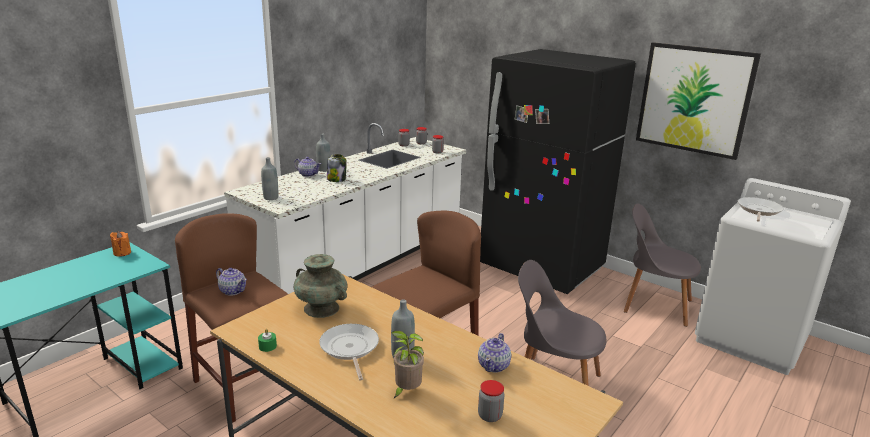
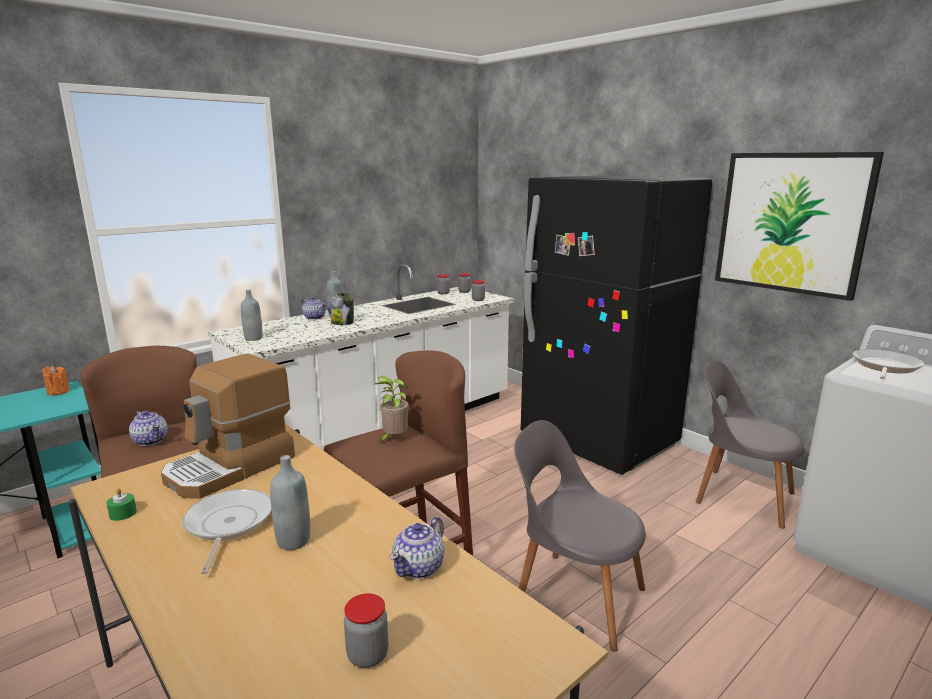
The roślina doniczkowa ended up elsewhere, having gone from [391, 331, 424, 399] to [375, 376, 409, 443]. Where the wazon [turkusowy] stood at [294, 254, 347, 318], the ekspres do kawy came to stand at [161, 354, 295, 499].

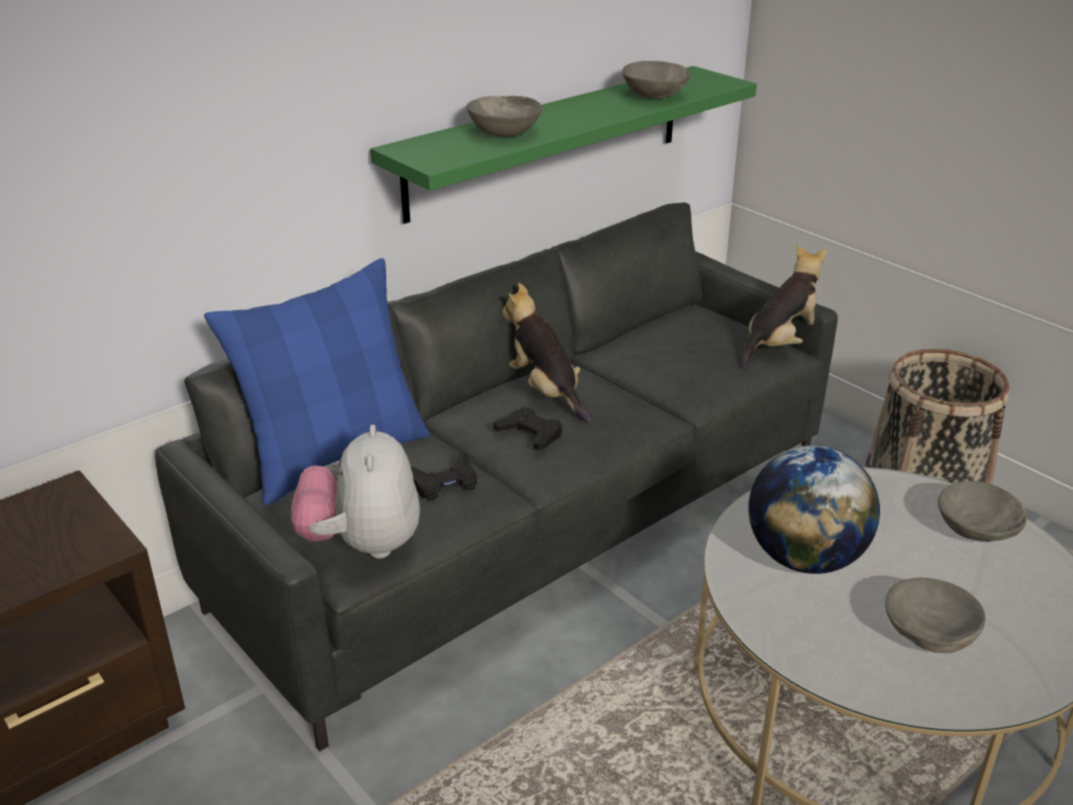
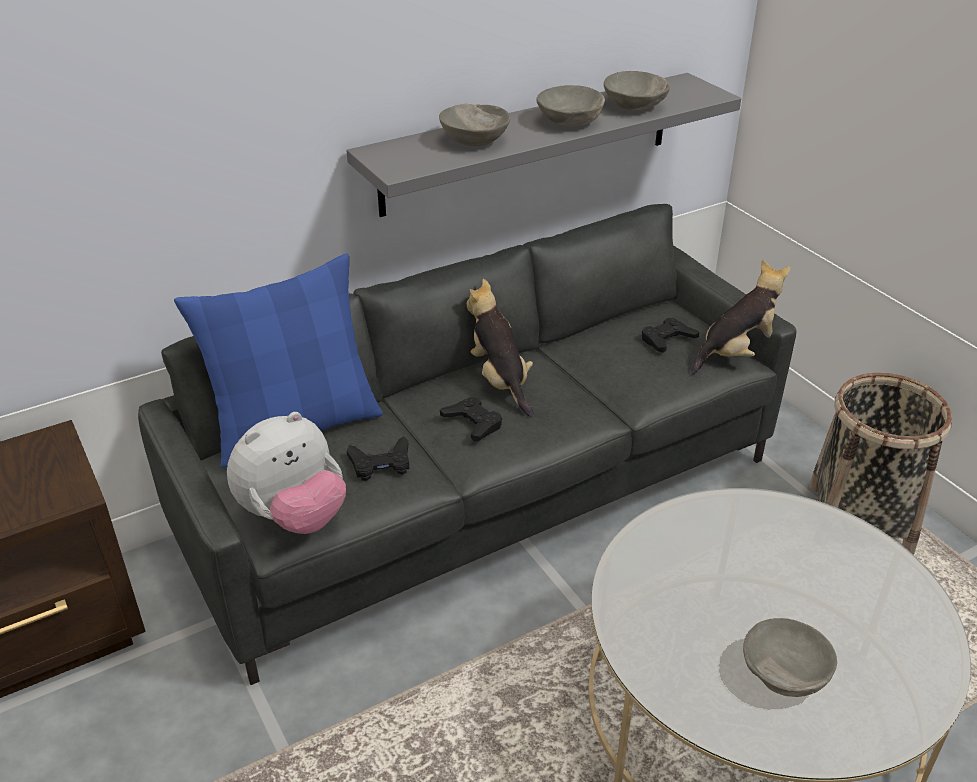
The second view lost the globus at [748, 445, 880, 574]. The second view gained the pad do gier [czarny] at [642, 317, 699, 353]. The miska [szary] ended up elsewhere, having gone from [938, 481, 1027, 542] to [536, 85, 605, 126]. What was the półka [zielony] at [370, 66, 757, 224] turned into the półka [szary] at [346, 73, 741, 217]. The pluszak at [291, 425, 420, 559] ended up facing another way, 135 degrees counterclockwise from before.

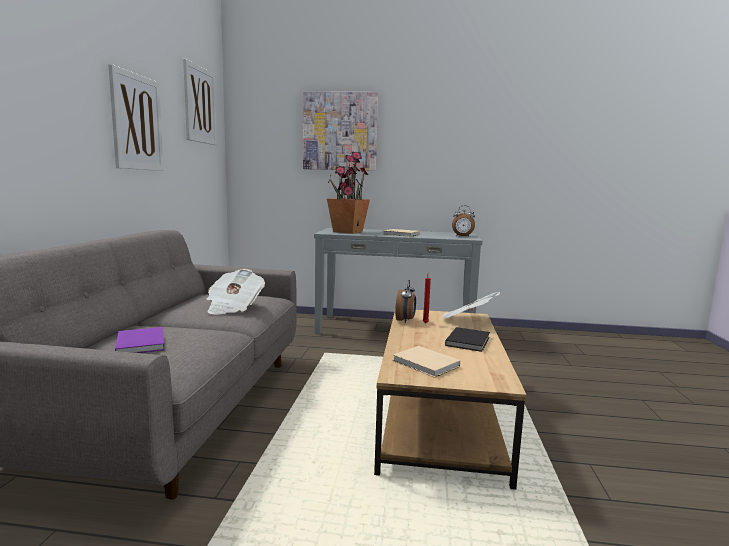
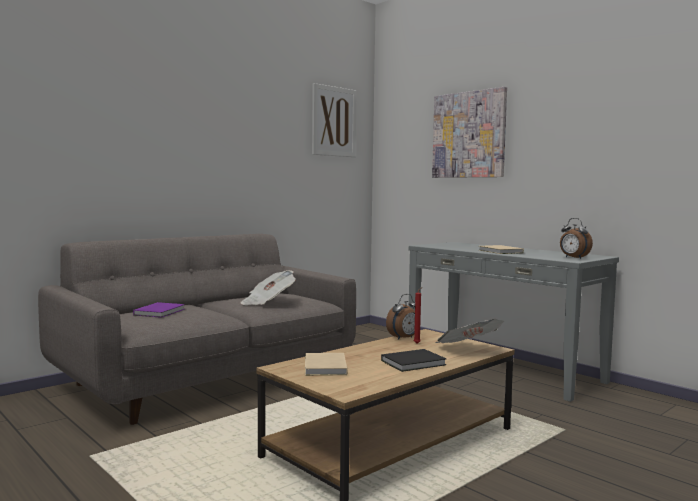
The second view lost the obraz at [108, 64, 164, 171]. The second view lost the roślina doniczkowa at [327, 152, 370, 234].

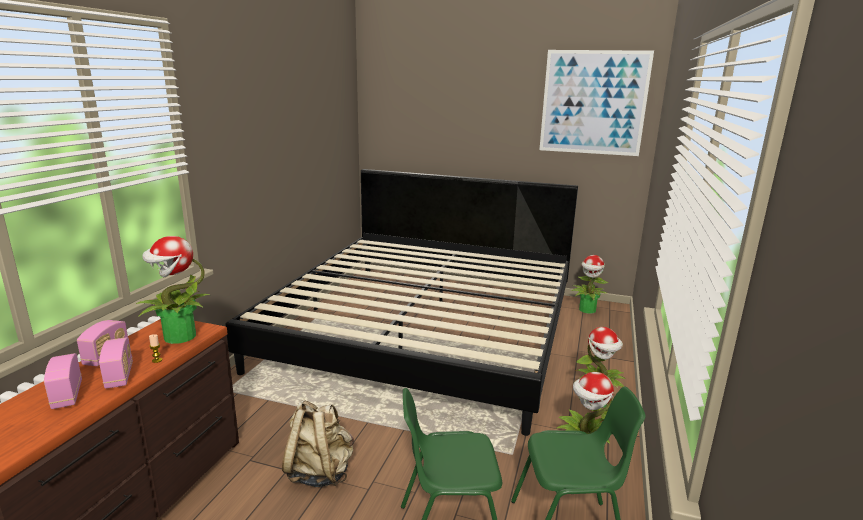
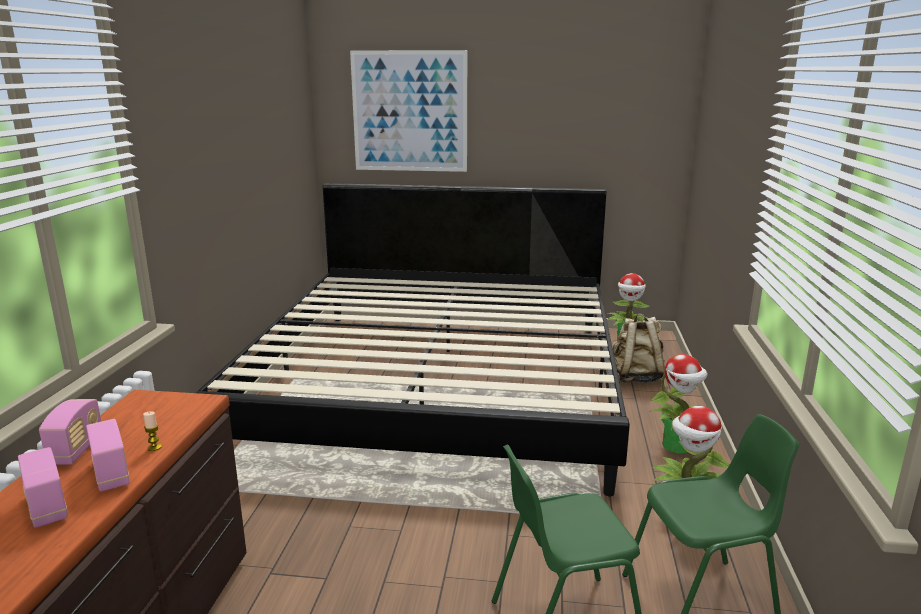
The second view lost the roślina doniczkowa at [136, 236, 210, 344]. The plecak [beżowy] ended up elsewhere, having gone from [282, 400, 354, 487] to [612, 313, 666, 383]. The obraz ended up elsewhere, having gone from [539, 50, 654, 156] to [350, 50, 467, 172].

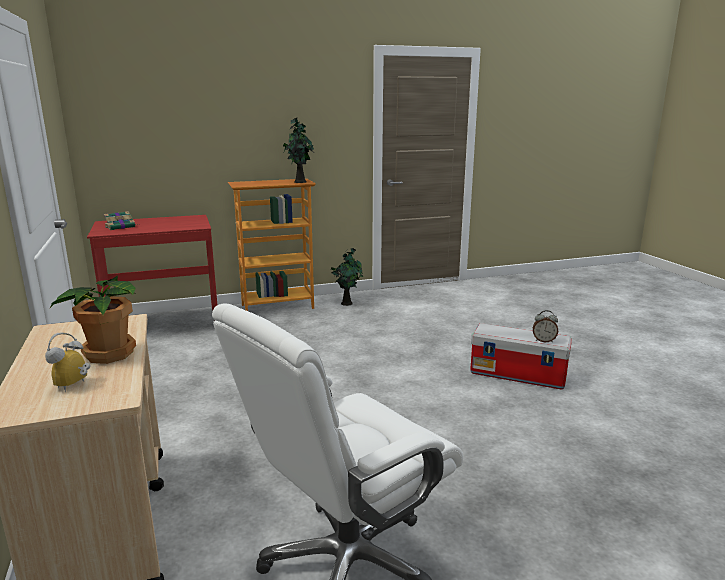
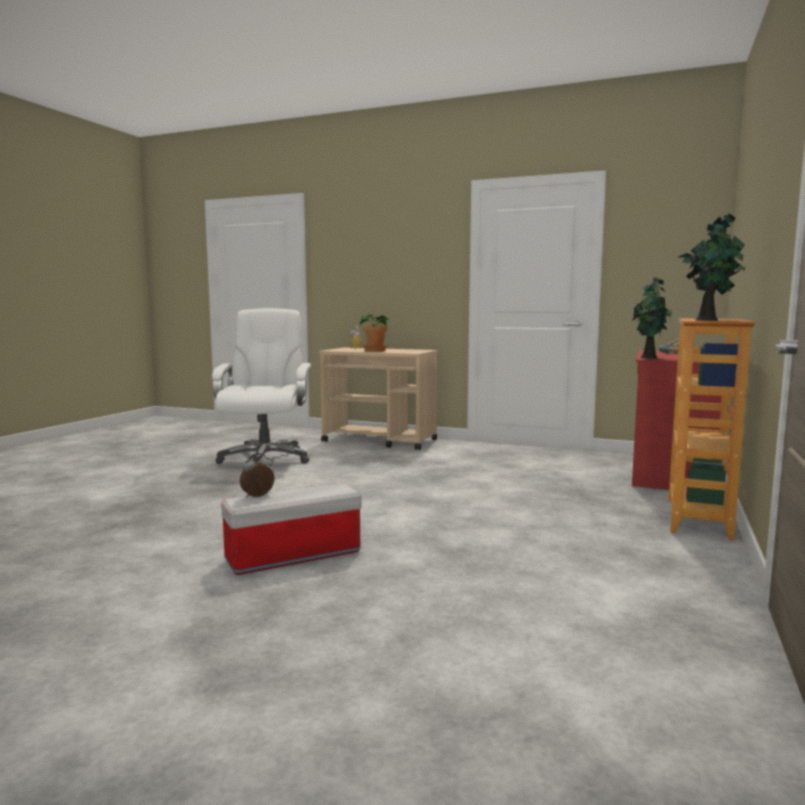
The roślina doniczkowa ended up elsewhere, having gone from [331, 248, 364, 306] to [632, 277, 673, 359].

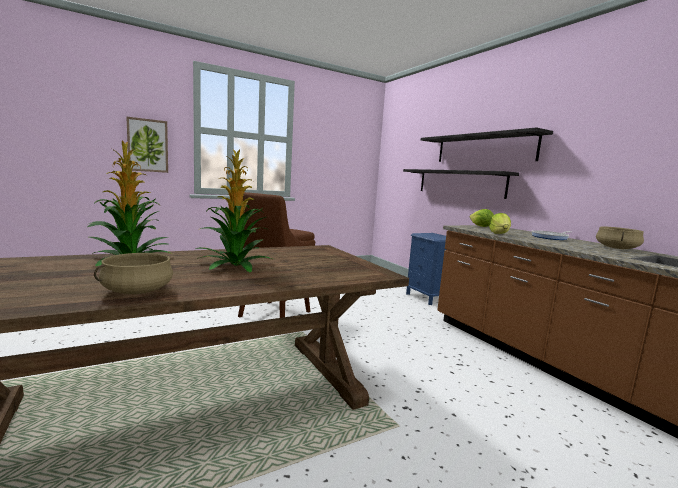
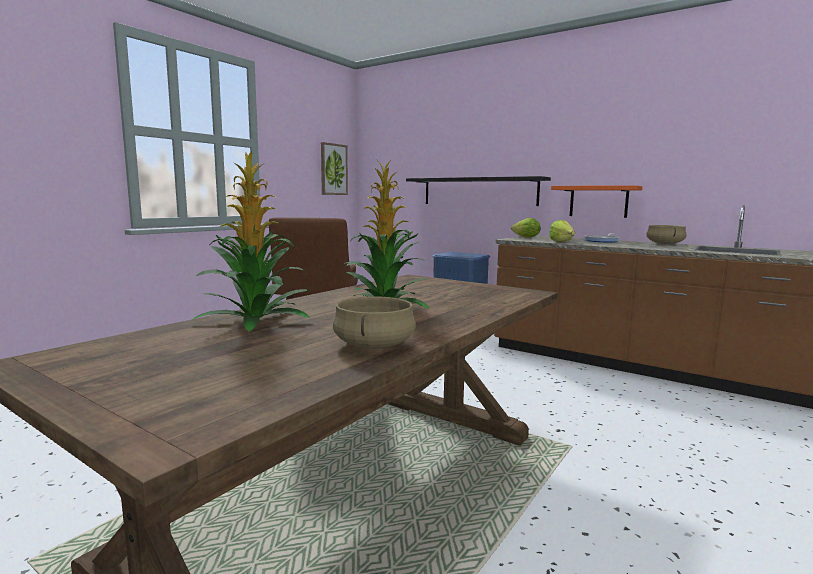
The second view lost the półka [czarny] at [421, 127, 553, 162]. The second view gained the półka [pomarańczowy] at [551, 185, 643, 218]. The obraz ended up elsewhere, having gone from [126, 116, 168, 173] to [321, 142, 348, 195].

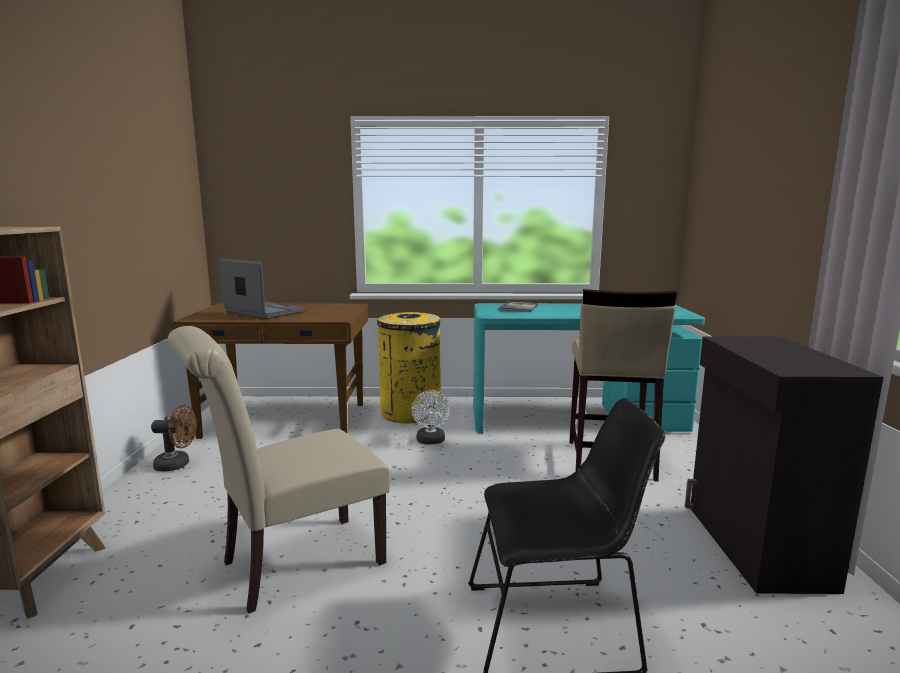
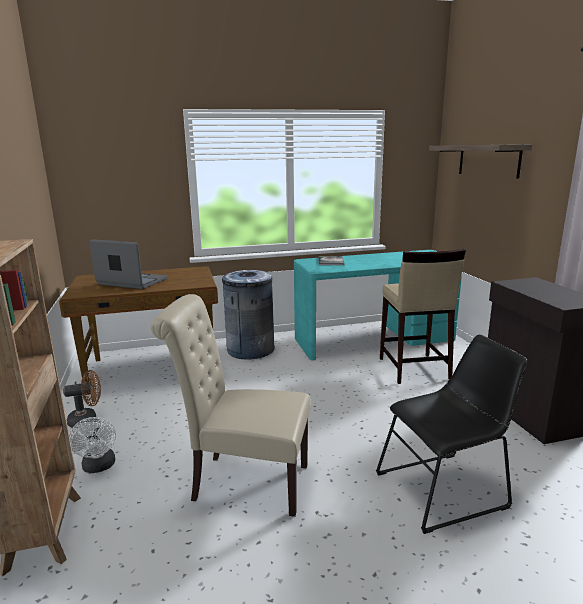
The second view gained the półka at [429, 144, 532, 179]. The wentylator [biały] ended up elsewhere, having gone from [411, 390, 451, 444] to [69, 417, 116, 473]. What was the kosz na śmieci [żółty] at [377, 312, 441, 423] turned into the kosz na śmieci [szary] at [222, 270, 275, 359]. The krzesło [beżowy] at [168, 326, 390, 614] ended up facing another way, 60 degrees clockwise from before.

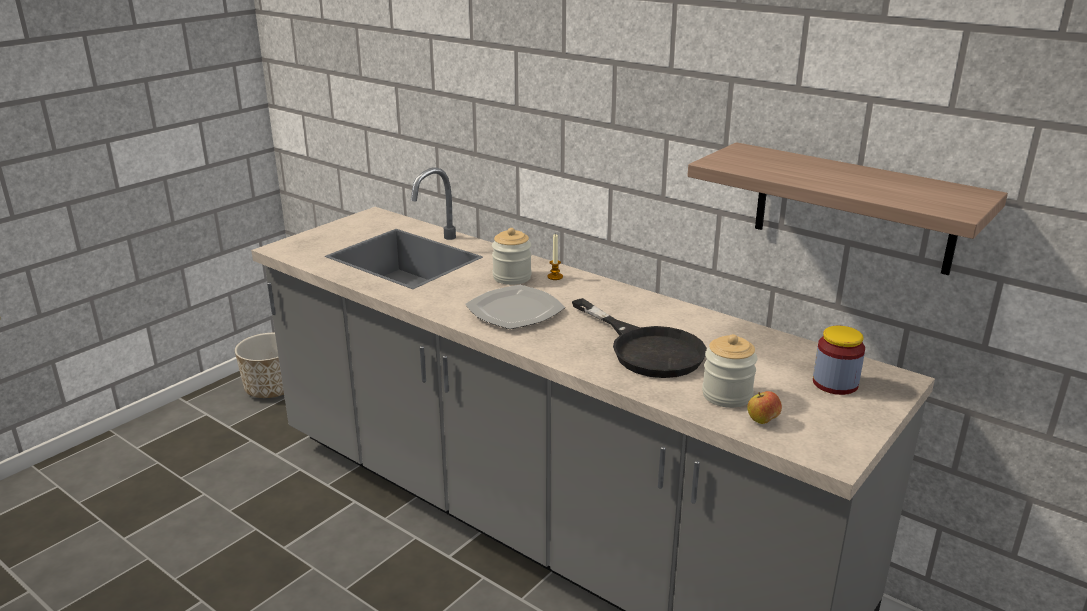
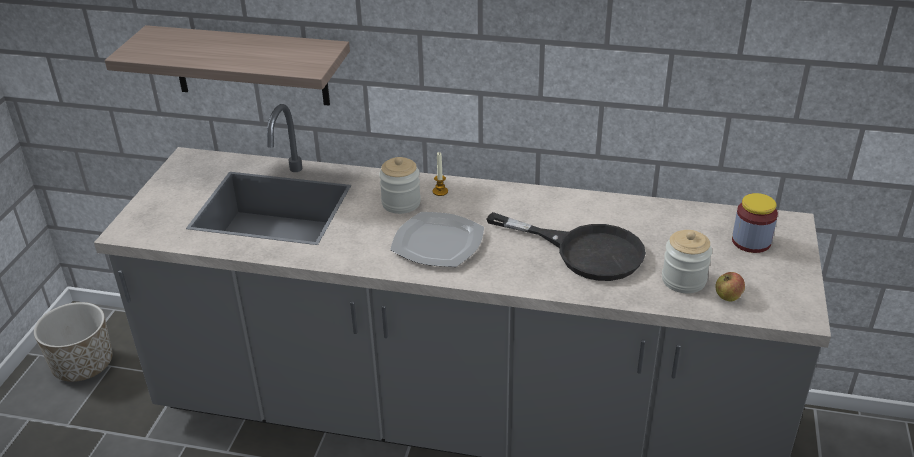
The półka ended up elsewhere, having gone from [687, 142, 1008, 275] to [105, 25, 350, 106].

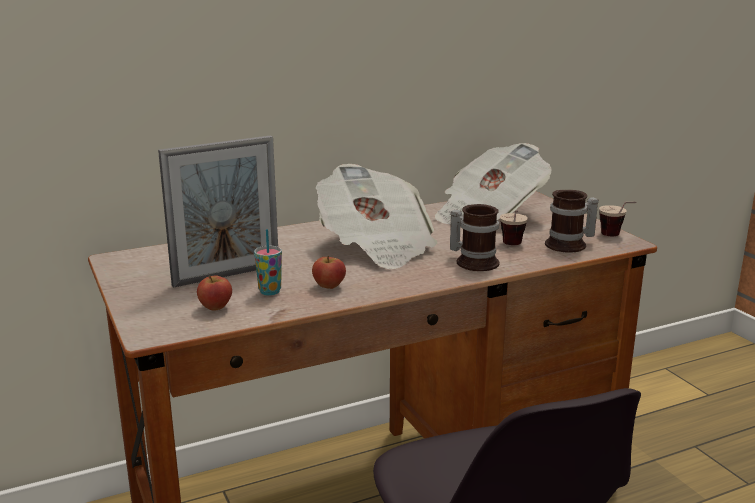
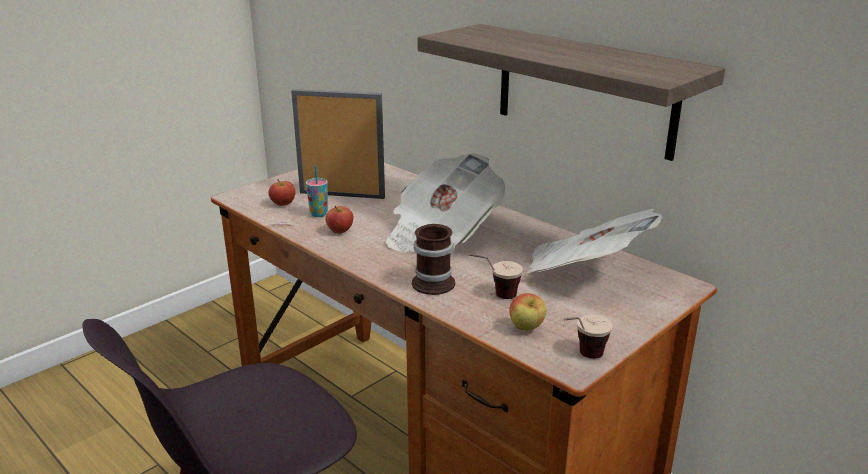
The second view gained the półka at [418, 24, 725, 161]. Where the kubek stood at [545, 190, 599, 253], the jabłko came to stand at [509, 293, 546, 330]. The ramka na zdjęcie at [158, 136, 278, 287] ended up facing another way, 150 degrees clockwise from before.

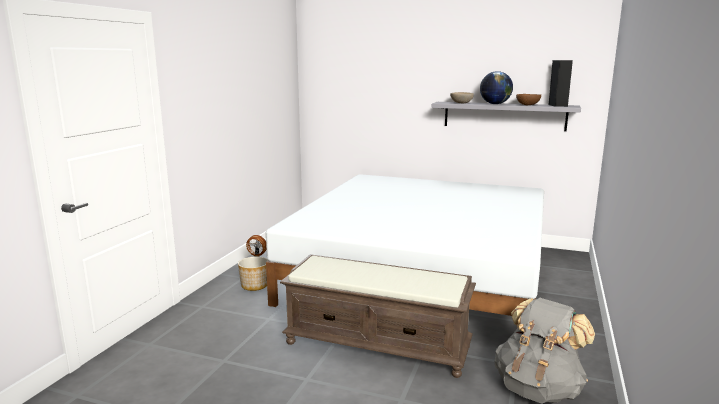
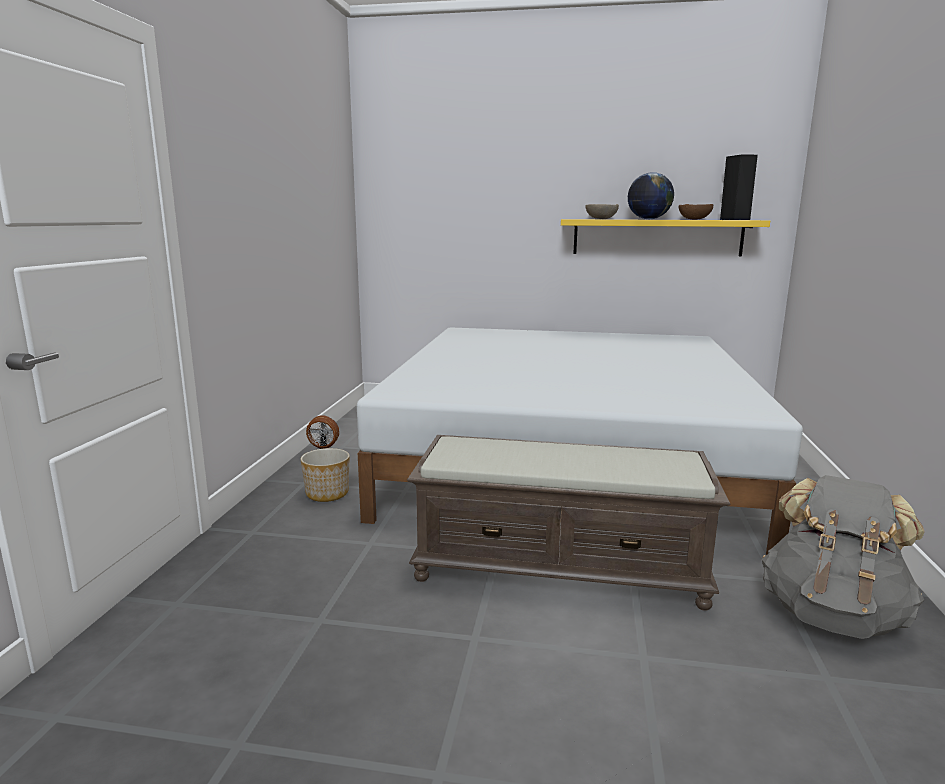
What was the półka [szary] at [432, 102, 581, 131] turned into the półka [żółty] at [561, 219, 770, 256].

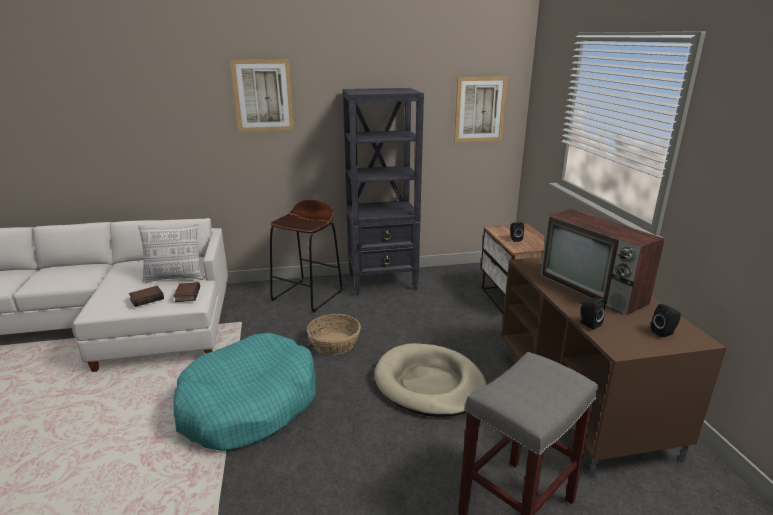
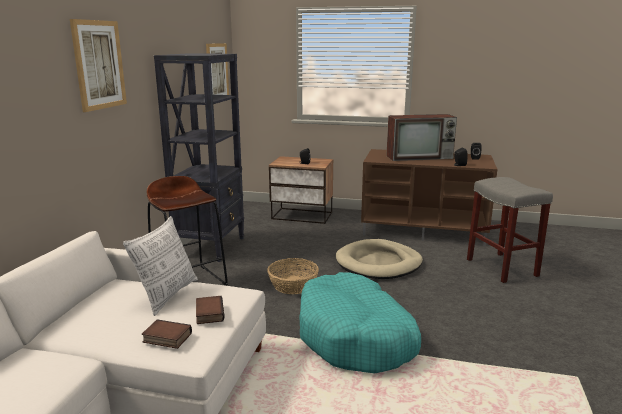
The książka ended up elsewhere, having gone from [174, 282, 200, 302] to [142, 319, 192, 349].

